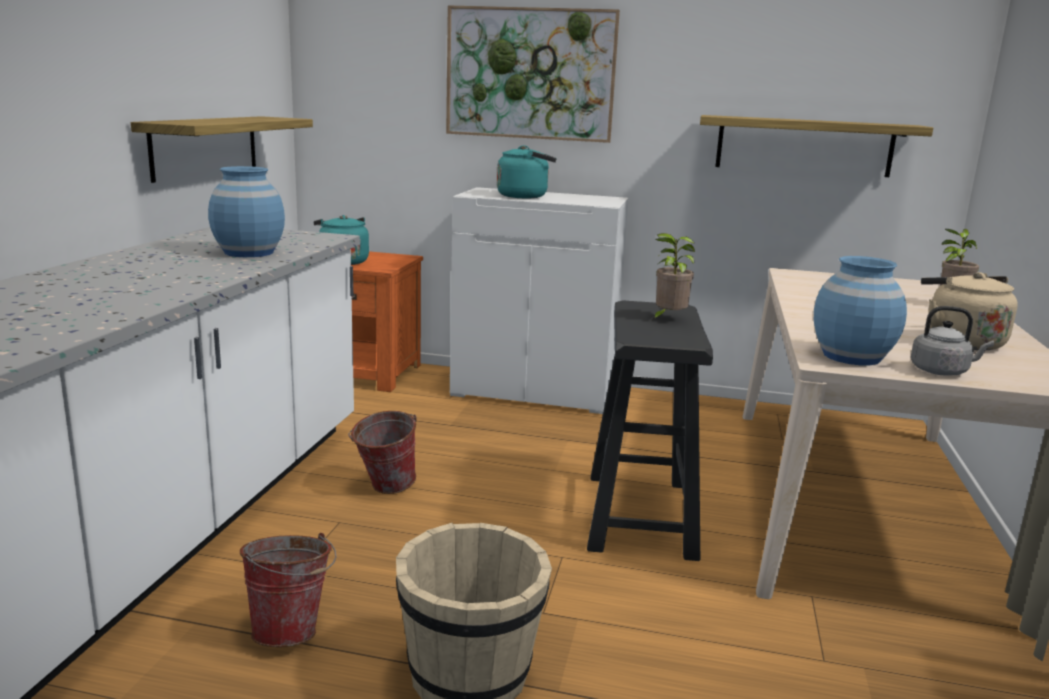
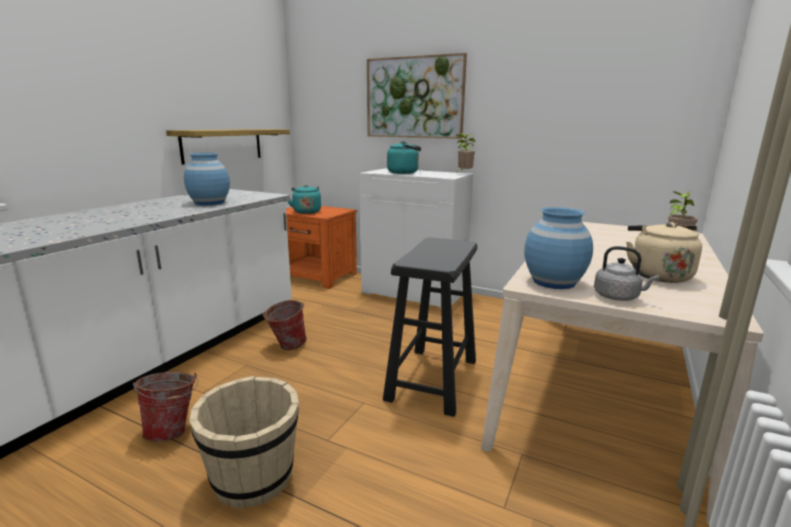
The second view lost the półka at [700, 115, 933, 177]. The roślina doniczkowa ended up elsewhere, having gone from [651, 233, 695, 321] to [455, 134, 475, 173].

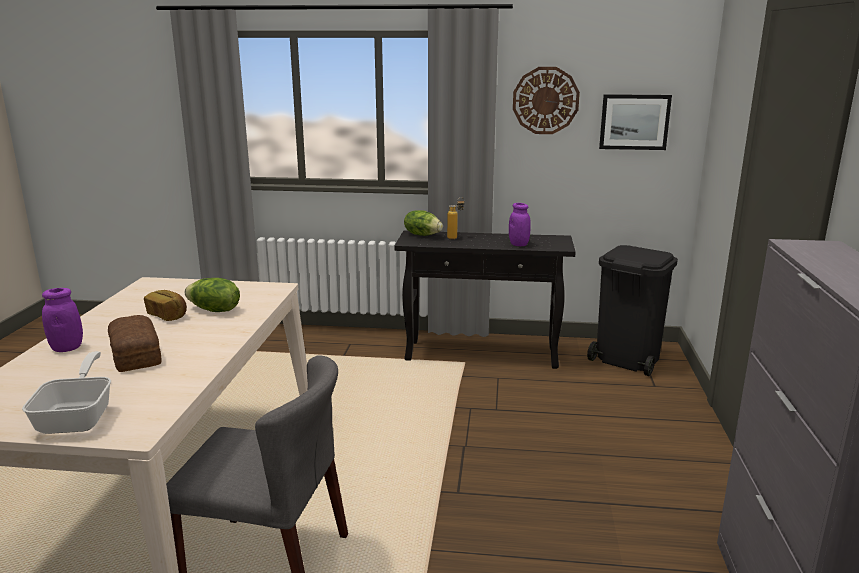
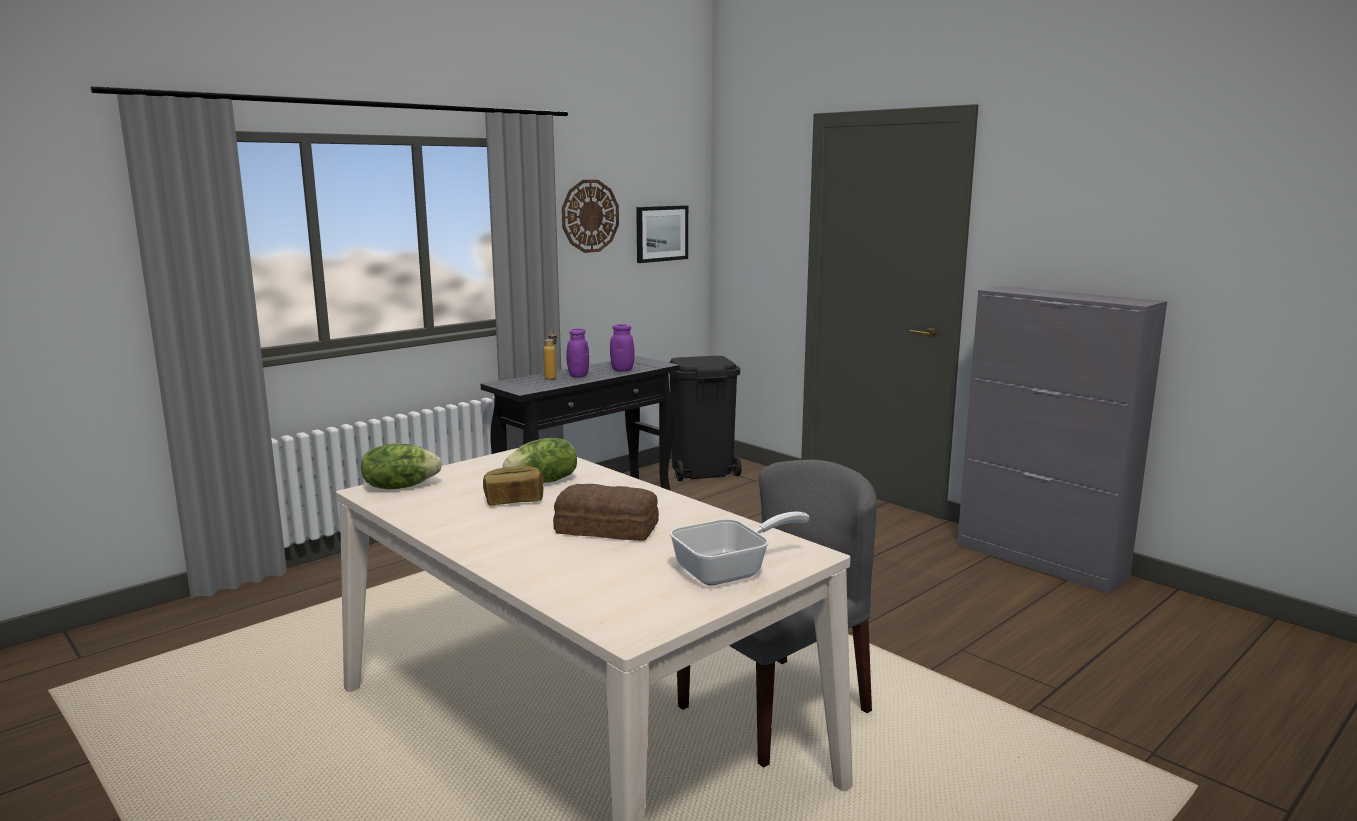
The słoik [fioletowy] ended up elsewhere, having gone from [42, 288, 83, 352] to [567, 329, 589, 378]. The sałata ended up elsewhere, having gone from [404, 210, 443, 236] to [361, 443, 442, 489]. The patelnia at [22, 351, 111, 434] ended up facing another way, 120 degrees clockwise from before.

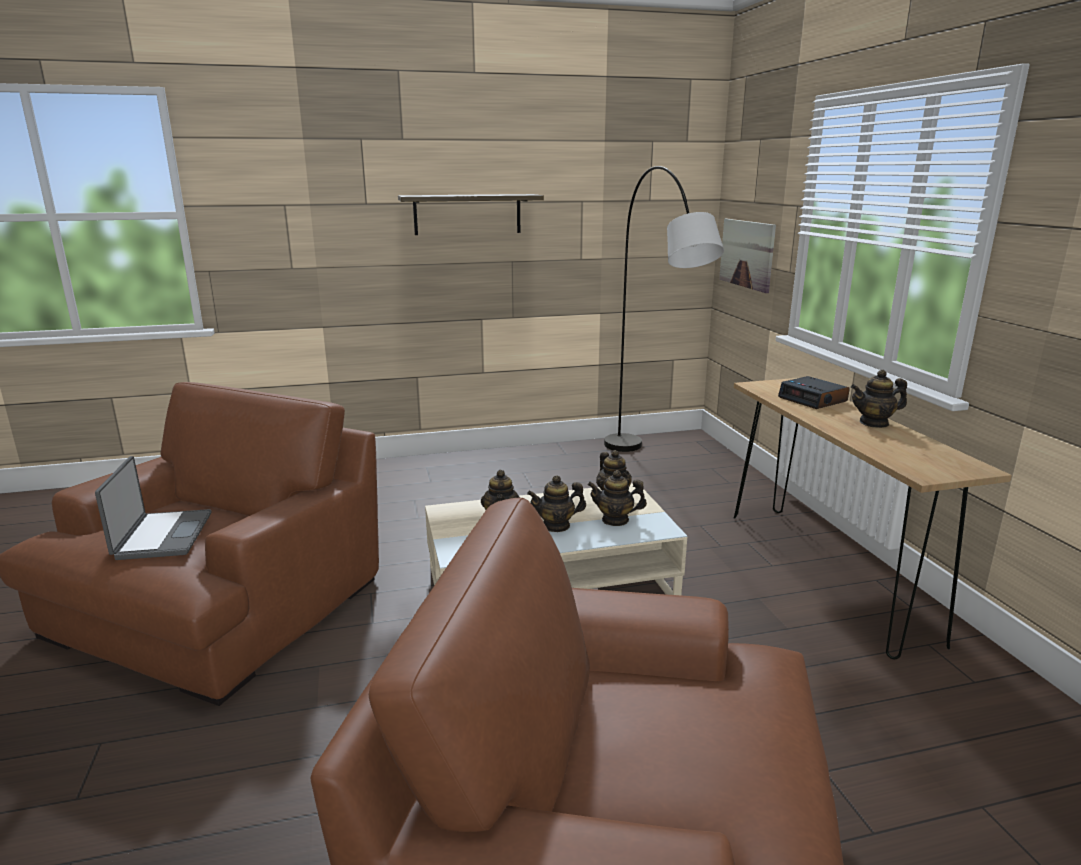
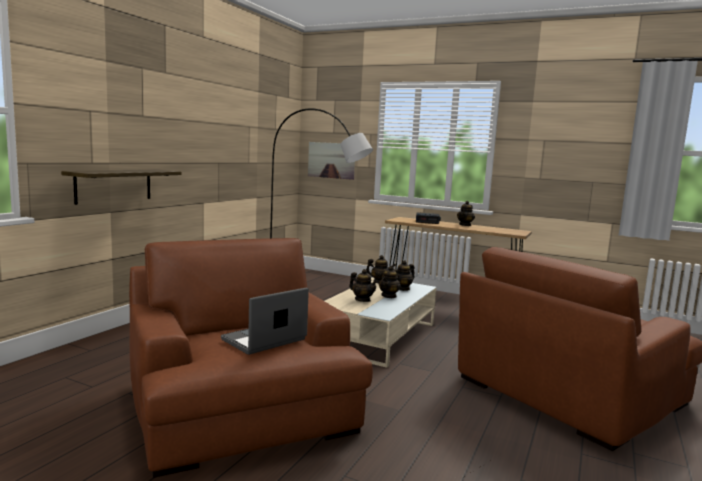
The półka ended up elsewhere, having gone from [398, 194, 544, 235] to [61, 170, 182, 205]. The laptop at [95, 456, 212, 560] ended up facing another way, 75 degrees counterclockwise from before.

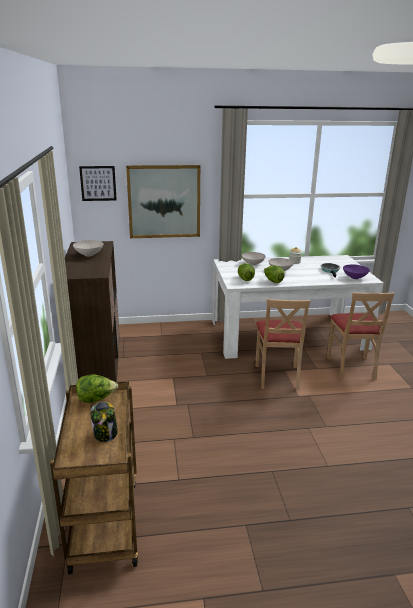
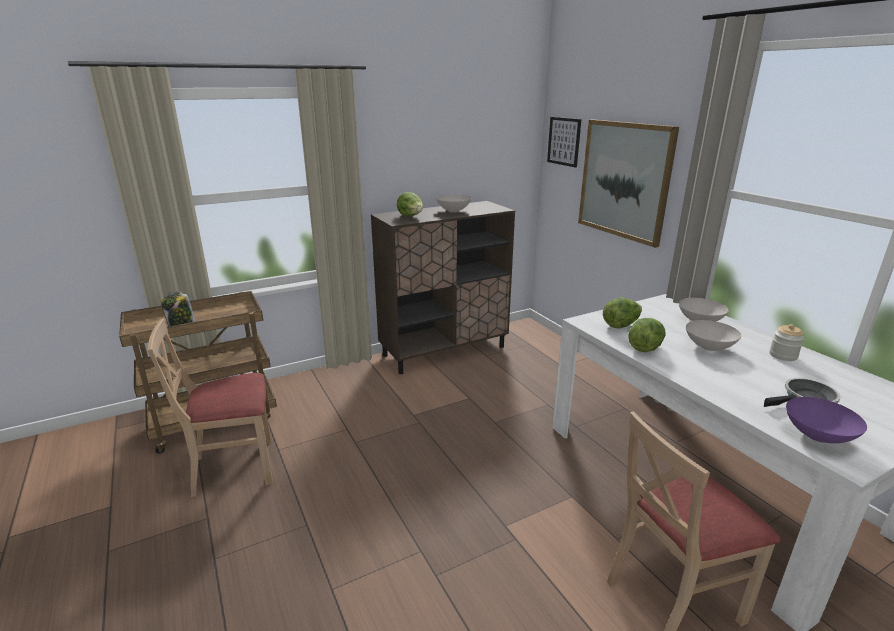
The sałata ended up elsewhere, having gone from [76, 374, 118, 403] to [397, 192, 423, 216]. The krzesło [beżowy] ended up elsewhere, having gone from [255, 299, 311, 390] to [148, 319, 273, 497].

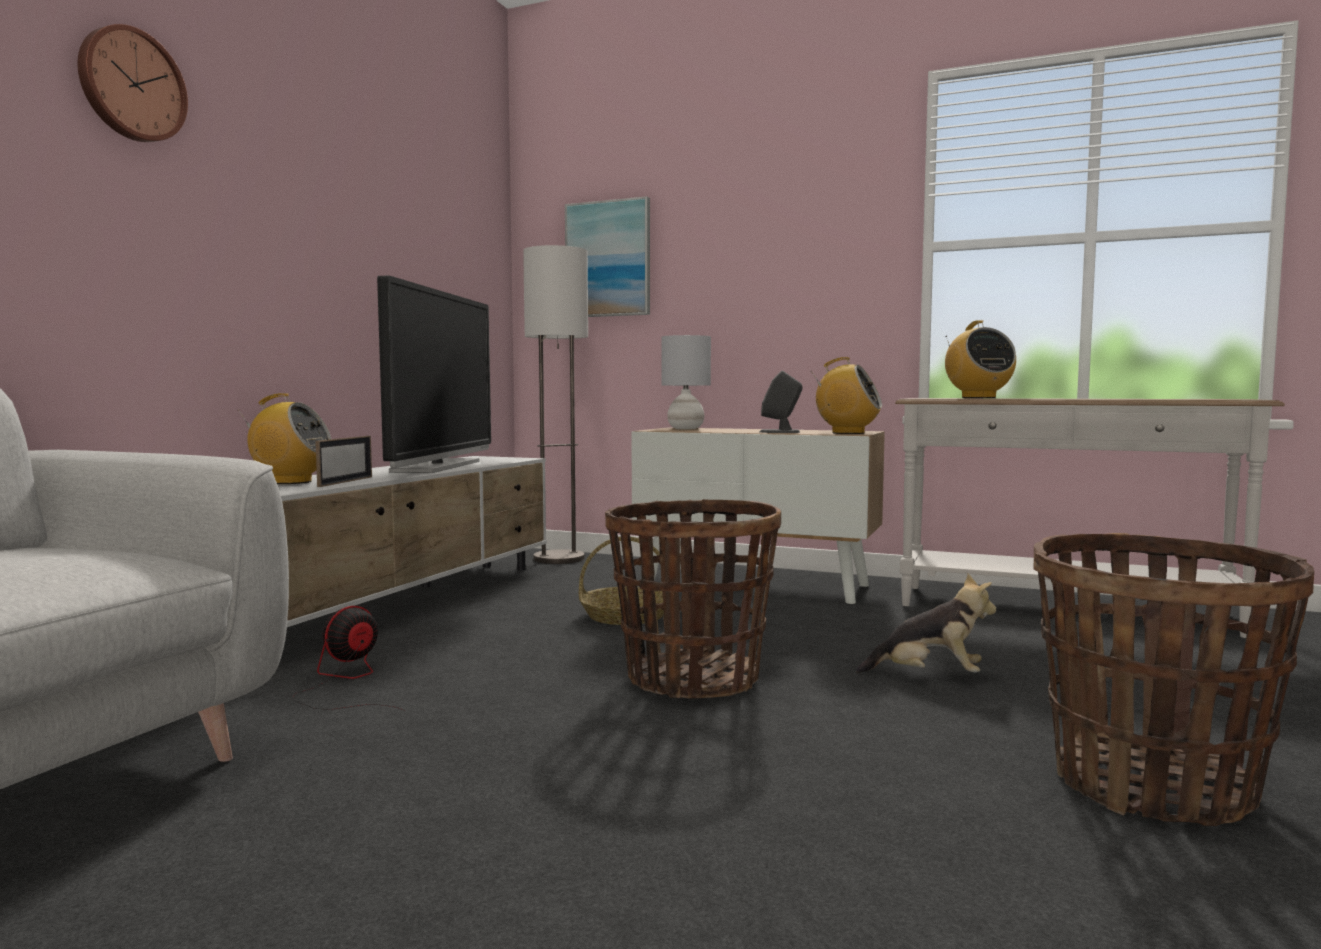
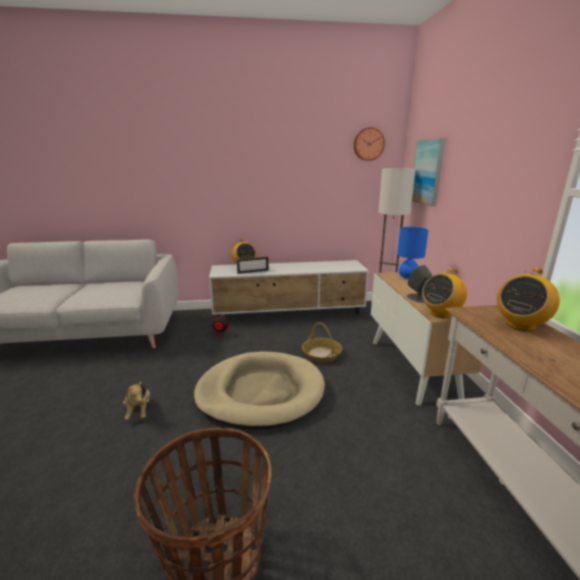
The second view lost the telewizor at [377, 276, 491, 473]. The zegar ścienny ended up elsewhere, having gone from [78, 24, 188, 142] to [354, 127, 385, 161]. The pluszak ended up elsewhere, having gone from [856, 574, 996, 673] to [123, 381, 150, 420]. Where the koszyk stood at [605, 499, 781, 698], the legowisko [beżowy] came to stand at [194, 351, 325, 429]. What was the lampa stołowa [szary] at [662, 335, 711, 429] turned into the lampa stołowa [niebieski] at [397, 227, 429, 279]. The radio at [810, 357, 882, 434] ended up facing another way, 60 degrees clockwise from before.

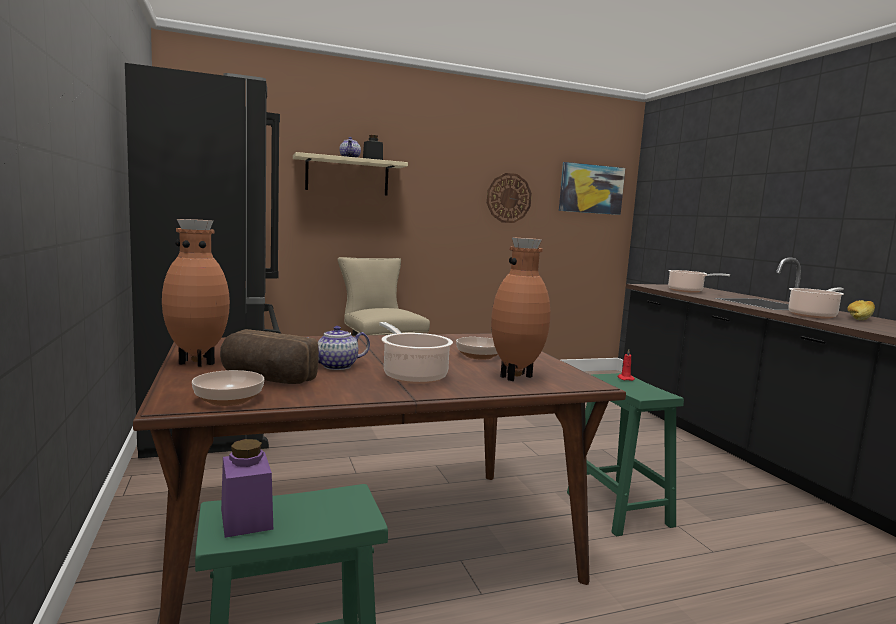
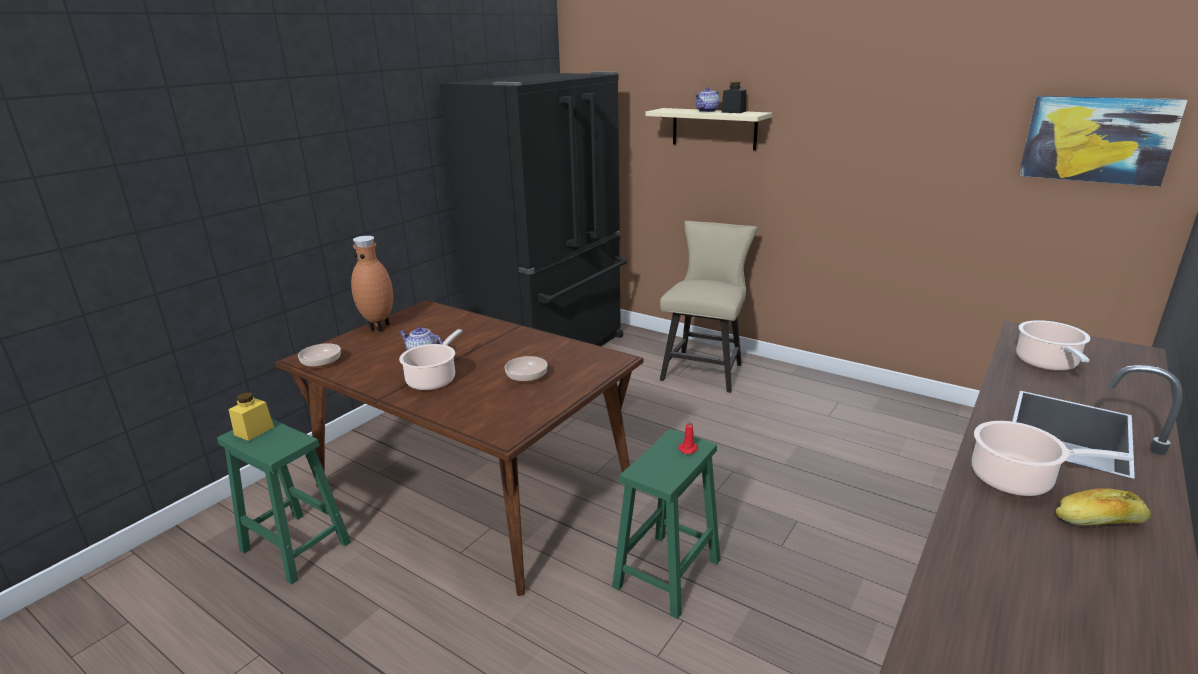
The second view lost the chleb at [220, 329, 319, 384]. The second view lost the zegar ścienny at [487, 173, 532, 223]. The second view lost the wazon [brązowy] at [491, 237, 550, 381]. What was the słoik [fioletowy] at [221, 439, 273, 538] turned into the słoik [żółty] at [229, 393, 274, 441].

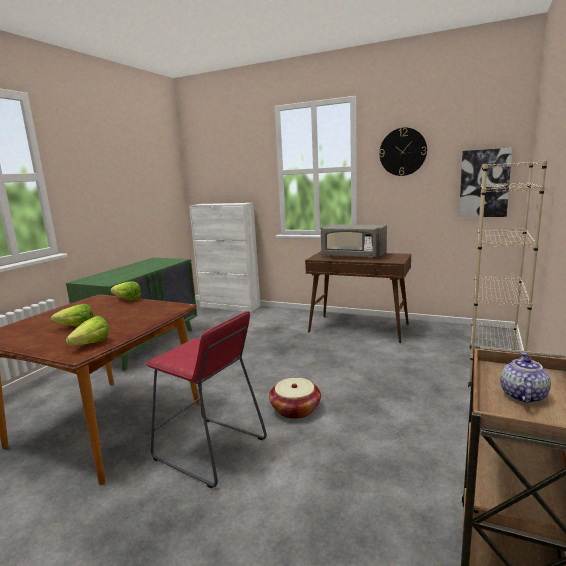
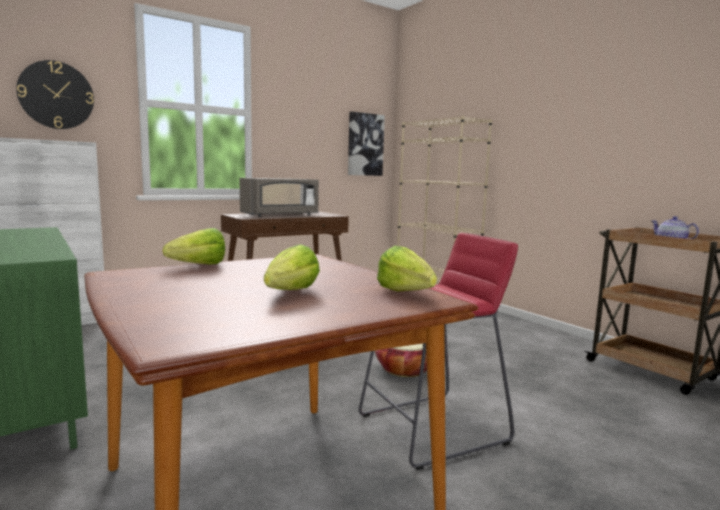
The zegar ścienny ended up elsewhere, having gone from [379, 128, 427, 176] to [16, 60, 94, 129].

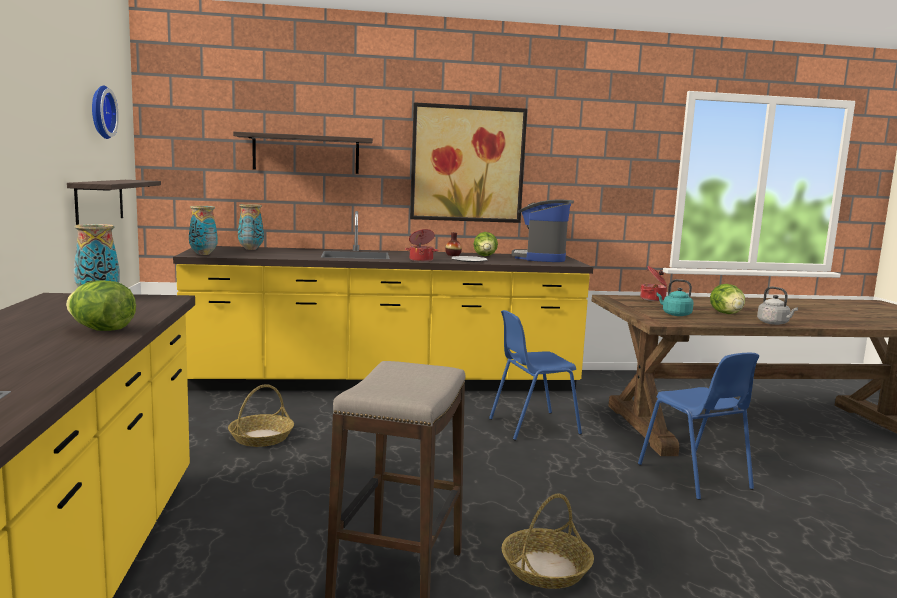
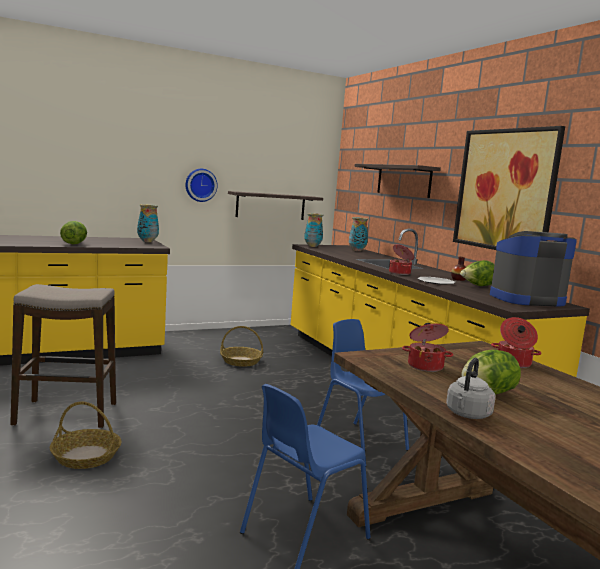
The zegar ścienny ended up elsewhere, having gone from [92, 86, 119, 139] to [186, 169, 218, 202]. Where the czajnik [turkusowy] stood at [656, 279, 693, 316], the garnek came to stand at [402, 323, 453, 372].

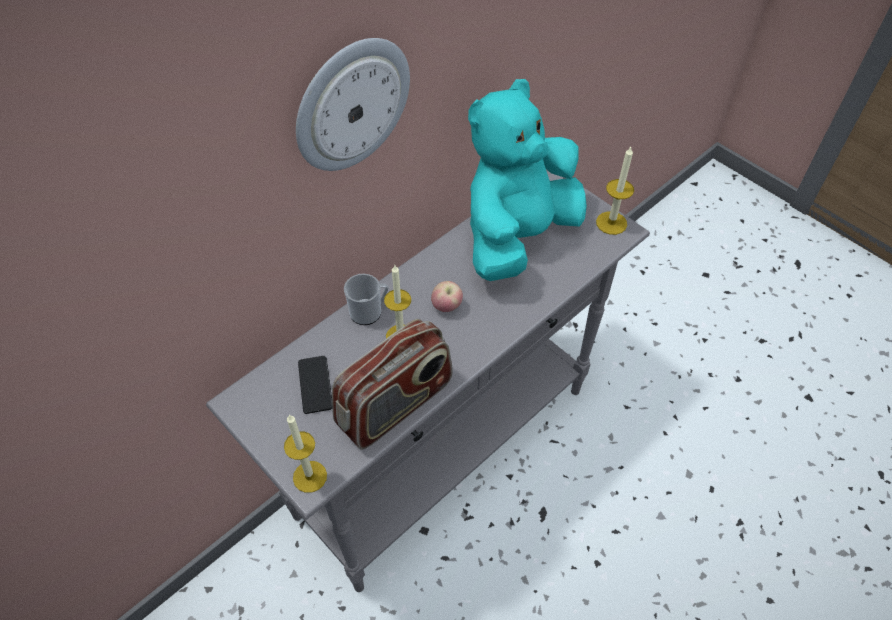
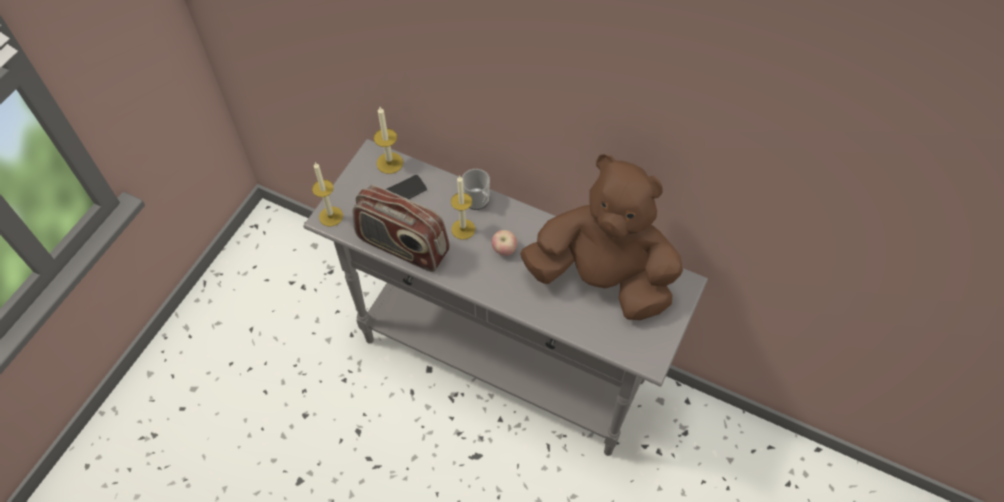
The second view lost the zegar ścienny at [296, 38, 410, 171]. The świeca ended up elsewhere, having gone from [596, 147, 634, 235] to [374, 107, 403, 174]. What was the pluszak [turkusowy] at [468, 79, 587, 281] turned into the pluszak [brązowy] at [520, 155, 683, 320].

